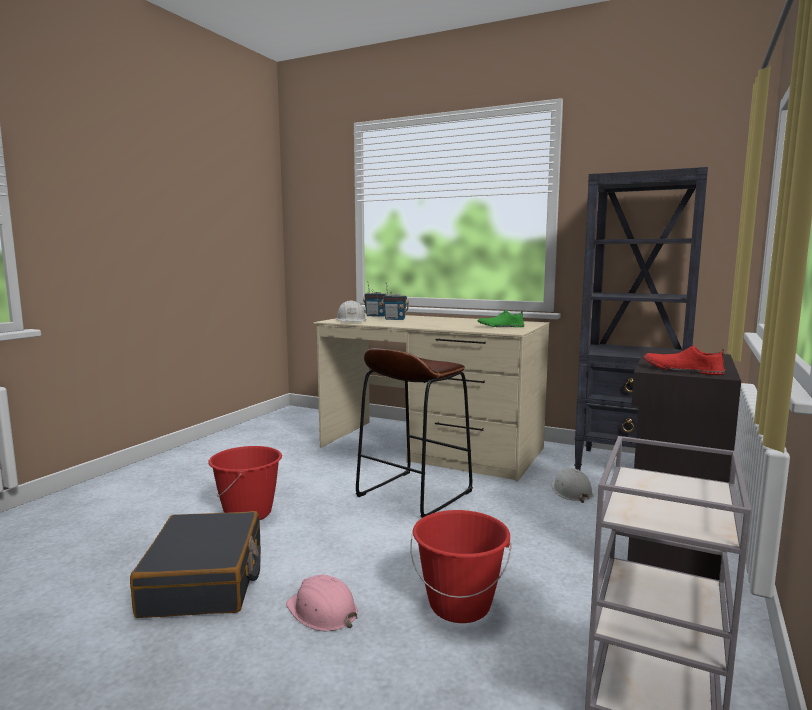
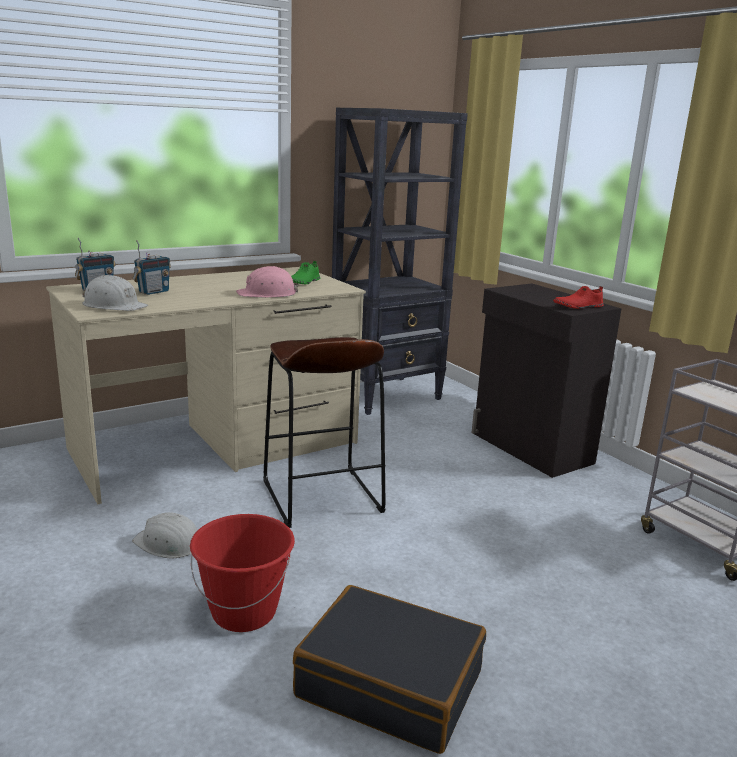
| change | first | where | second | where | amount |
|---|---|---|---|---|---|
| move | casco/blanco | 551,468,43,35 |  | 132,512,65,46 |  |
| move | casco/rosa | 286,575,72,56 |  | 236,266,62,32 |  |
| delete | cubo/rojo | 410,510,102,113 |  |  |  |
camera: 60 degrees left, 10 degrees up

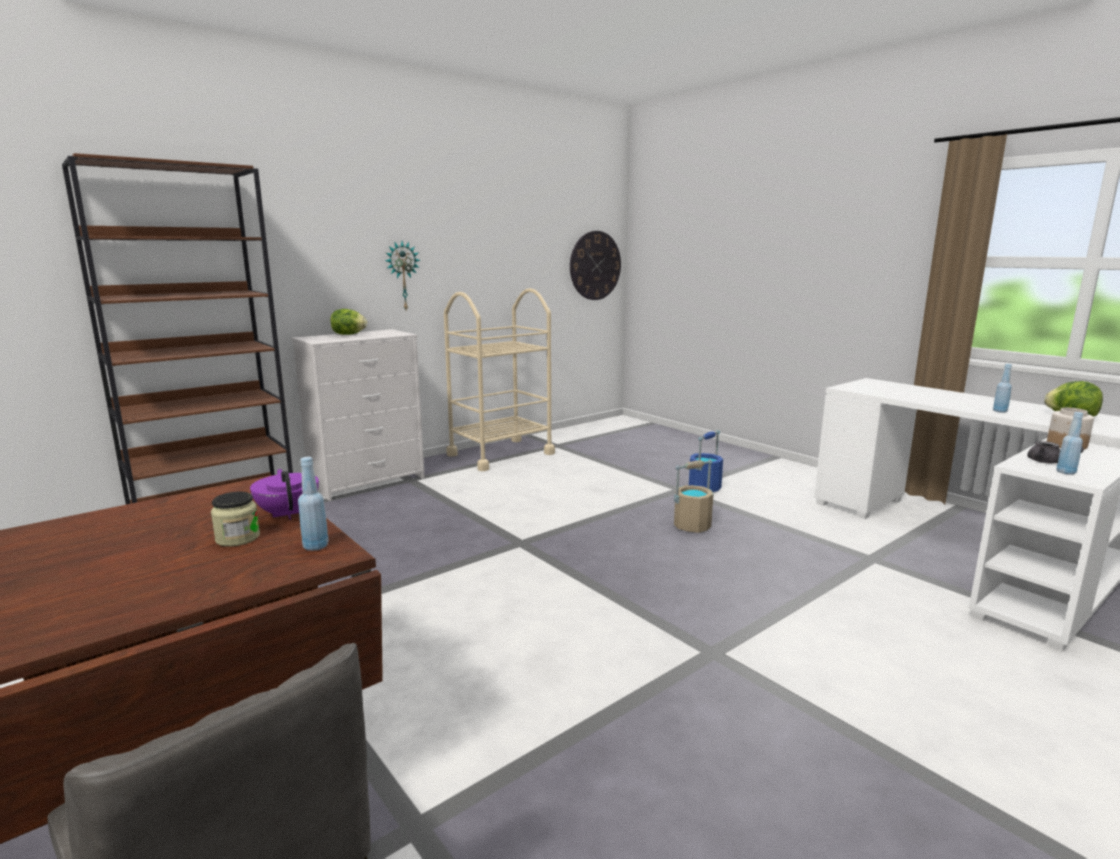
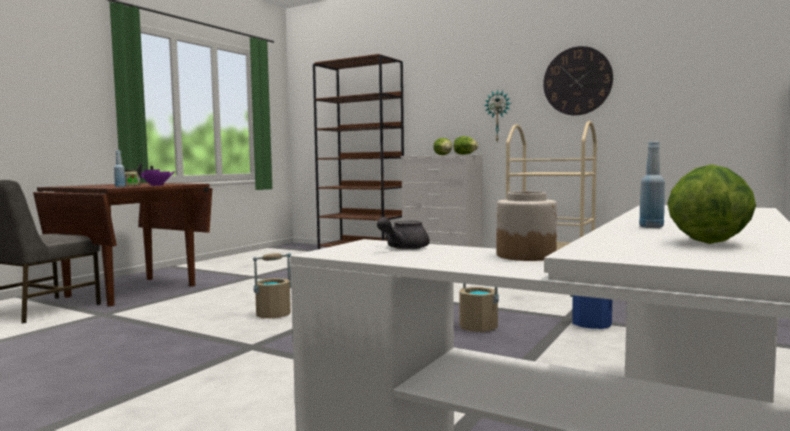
| change | first | where | second | where | amount |
|---|---|---|---|---|---|
| insert |  |  | cubo/beis | 253,253,38,65 |  |
| insert |  |  | lechuga | 454,136,24,19 |  |
| move | reloj de pared | 570,231,51,69 |  | 543,46,70,69 |  |
| delete | botella/azul | 1056,412,27,63 |  |  |  |
camera: 70 degrees right, 10 degrees down

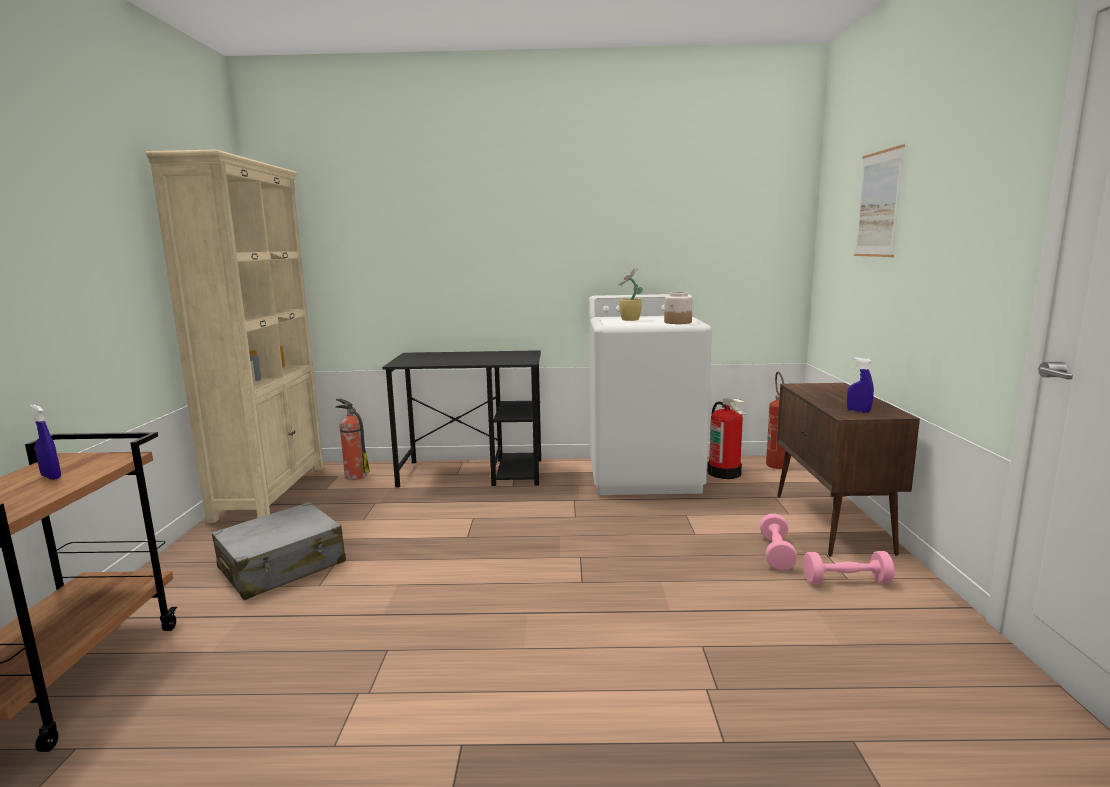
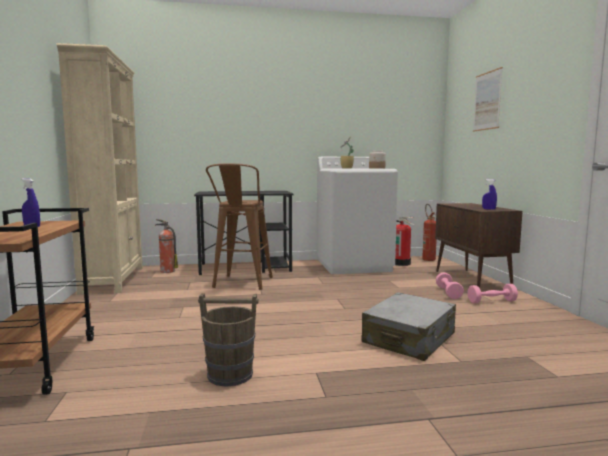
| change | first | where | second | where | amount |
|---|---|---|---|---|---|
| insert |  |  | cubo/marrón | 198,293,61,94 |  |
| insert |  |  | taburete/marrón | 206,163,67,127 |  |
| move | maleta/gris | 212,502,134,98 |  | 361,292,95,69 |  |
camera: 10 degrees left, 5 degrees down

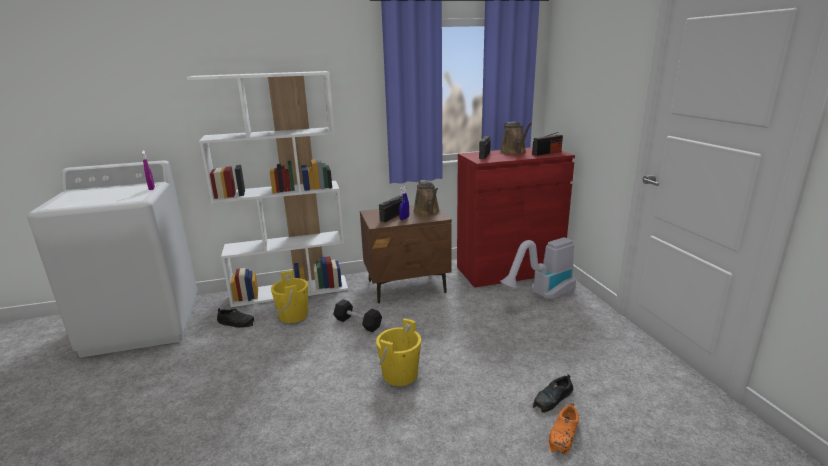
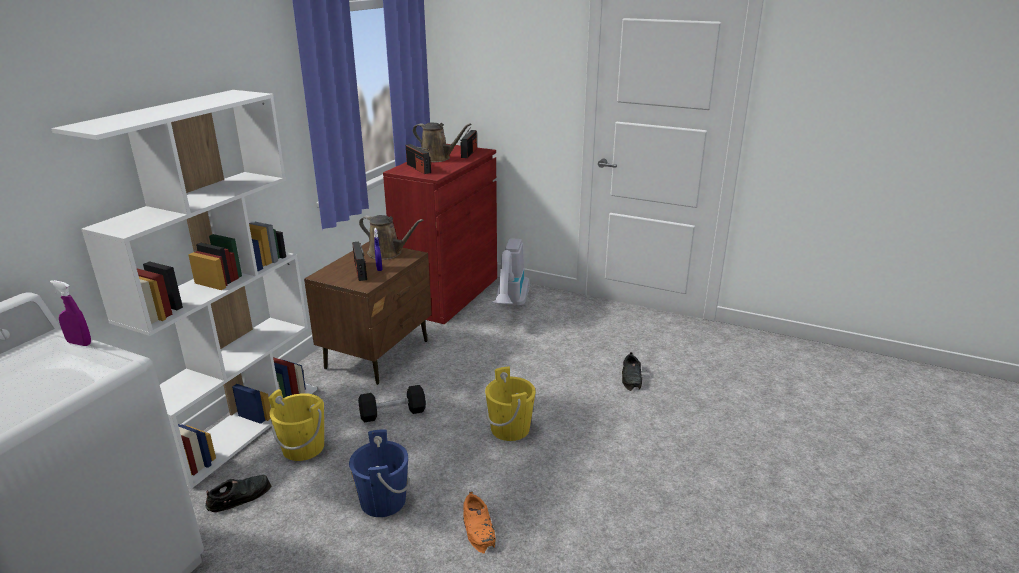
| change | first | where | second | where | amount |
|---|---|---|---|---|---|
| insert |  |  | cubo/azul | 349,429,61,88 |  |
| move | zapato/naranja | 548,403,31,52 |  | 463,491,33,62 |  |
camera: 50 degrees left, 5 degrees up

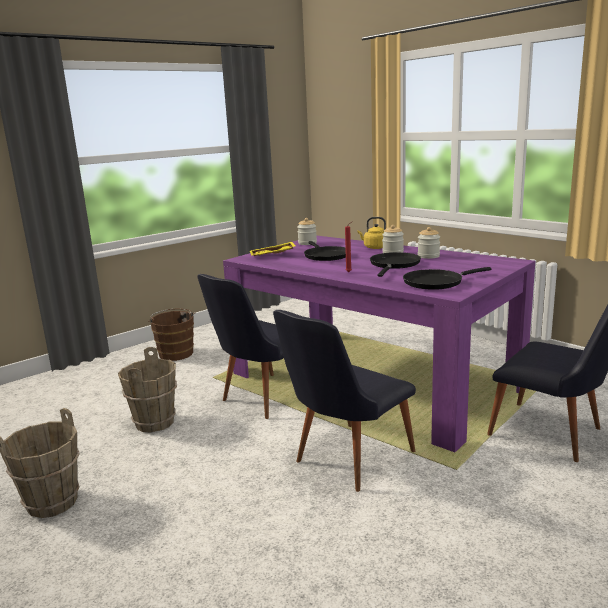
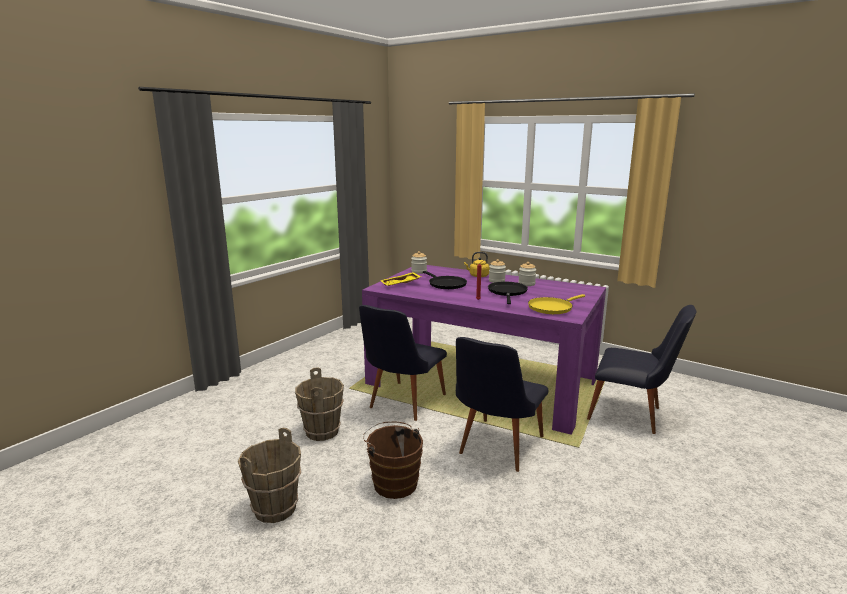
| change | first | where | second | where | amount |
|---|---|---|---|---|---|
| move | cubo/marrón | 149,309,46,52 |  | 363,421,60,78 |  |
| recolor | sartén/negro | 403,267,88,23 | sartén/amarillo | 528,294,57,20 |  |
camera: 15 degrees left, 0 degrees up

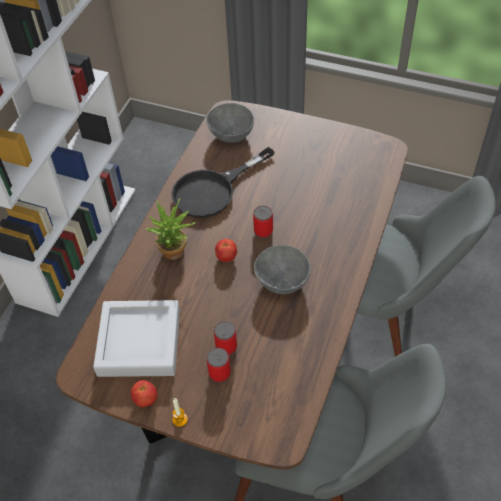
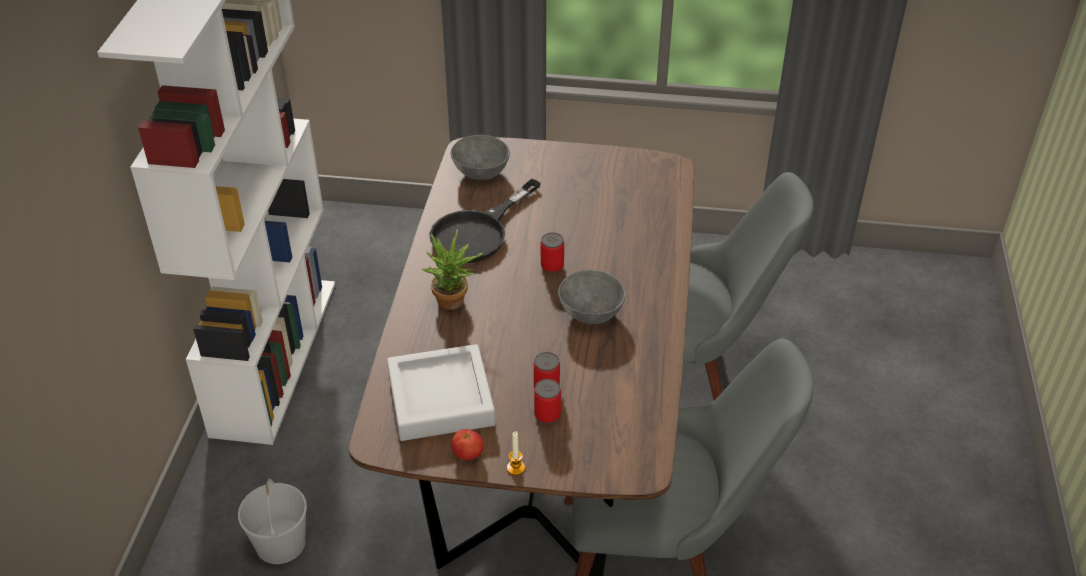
| change | first | where | second | where | amount |
|---|---|---|---|---|---|
| insert |  |  | cubo/blanco | 238,478,69,86 |  |
| delete | tomate | 215,239,22,23 |  |  |  |
camera: 15 degrees left, 10 degrees down

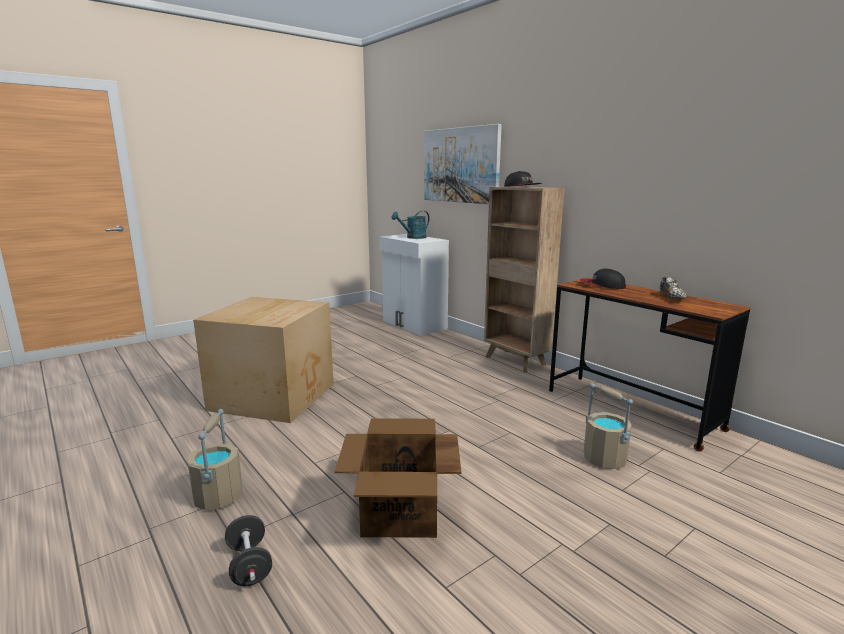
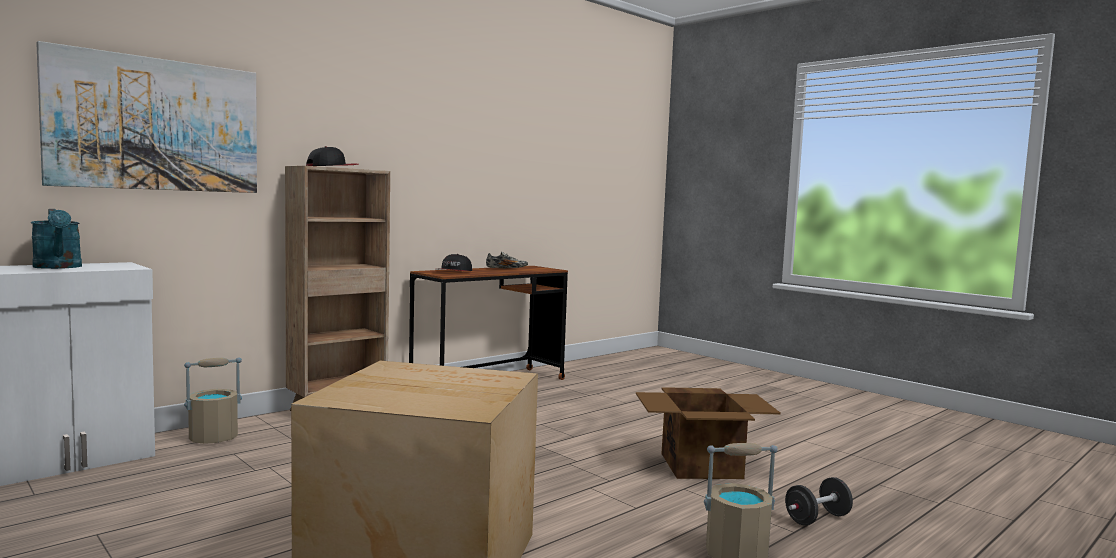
| change | first | where | second | where | amount |
|---|---|---|---|---|---|
| move | cubo/beis | 584,383,49,86 |  | 184,357,58,87 |  |
camera: 95 degrees left, 10 degrees down

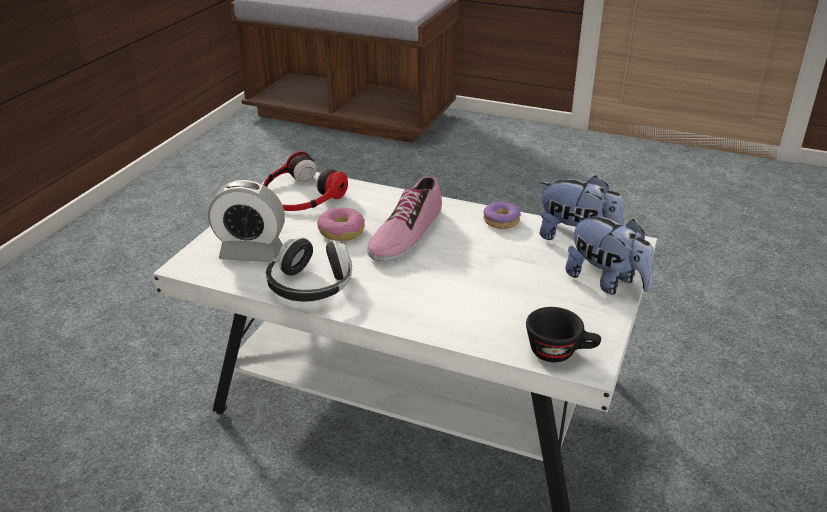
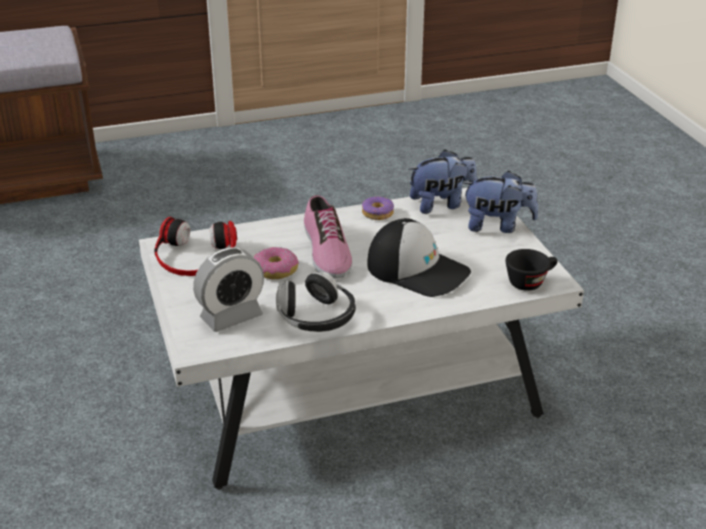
| change | first | where | second | where | amount |
|---|---|---|---|---|---|
| insert |  |  | gorra | 367,218,104,79 |  |
camera: 40 degrees left, 0 degrees up

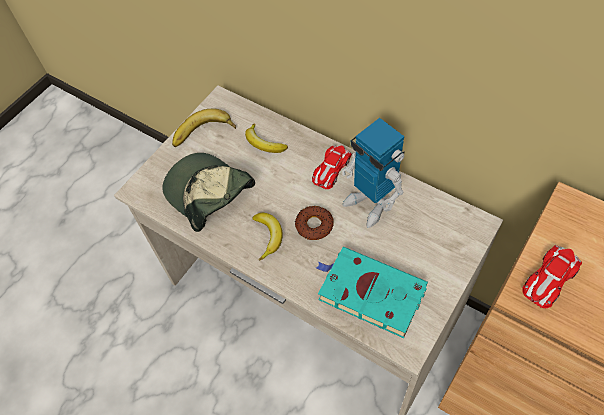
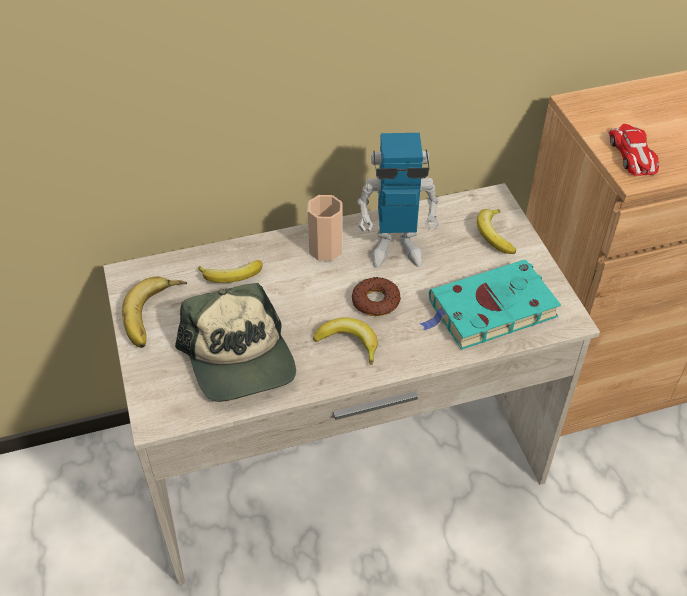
| change | first | where | second | where | amount |
|---|---|---|---|---|---|
| rotate | gorra | 162,153,93,79 |  | 175,283,121,119 | 105 degrees counterclockwise |
| replace | coche de juguete | 312,145,40,44 | taza | 307,195,35,66 |  |
| insert |  |  | plátano | 477,209,39,45 |  |
camera: 55 degrees left, 10 degrees down

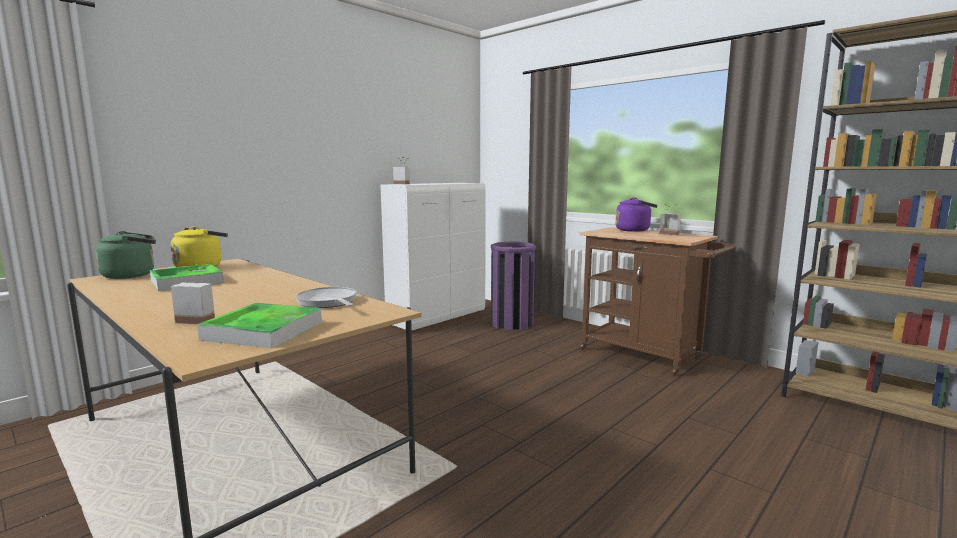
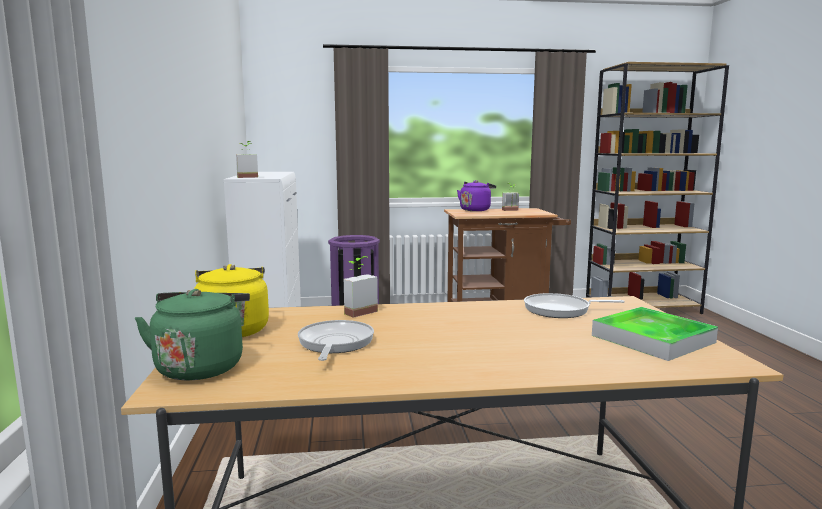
| change | first | where | second | where | amount |
|---|---|---|---|---|---|
| replace | bandeja | 150,264,74,27 | sartén | 298,320,76,41 |  |
| move | planta en maceta | 171,263,44,61 |  | 344,256,34,62 |  |
camera: 50 degrees left, 0 degrees up

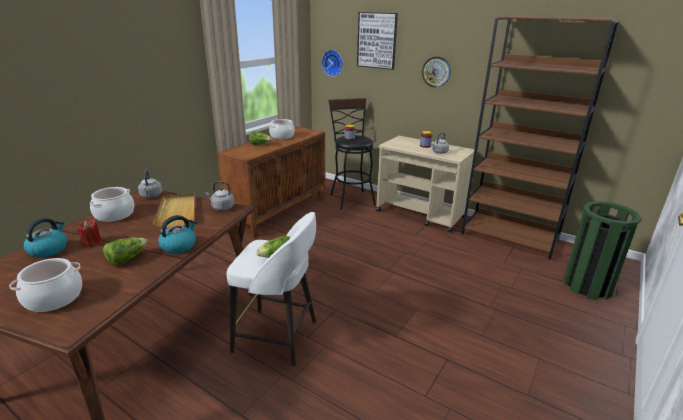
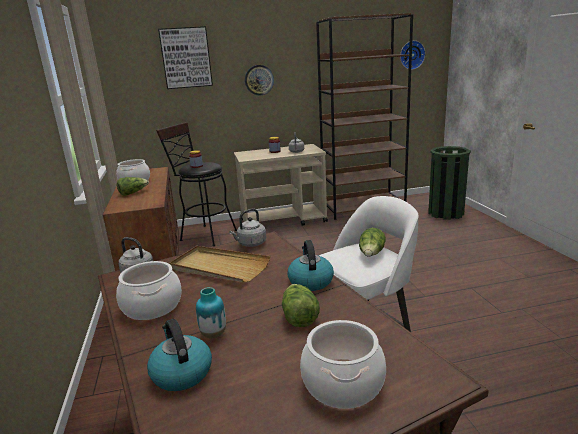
| change | first | where | second | where | amount |
|---|---|---|---|---|---|
| replace | vela/rojo | 77,219,25,28 | florero | 196,287,30,52 |  |
| move | reloj de pared | 322,50,21,27 |  | 400,40,25,30 |  |
camera: 45 degrees left, 5 degrees down

